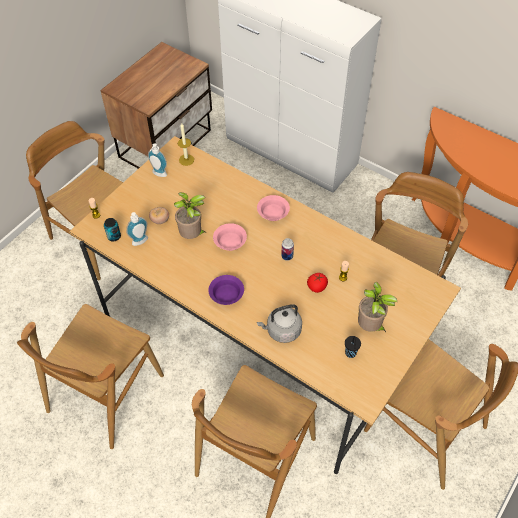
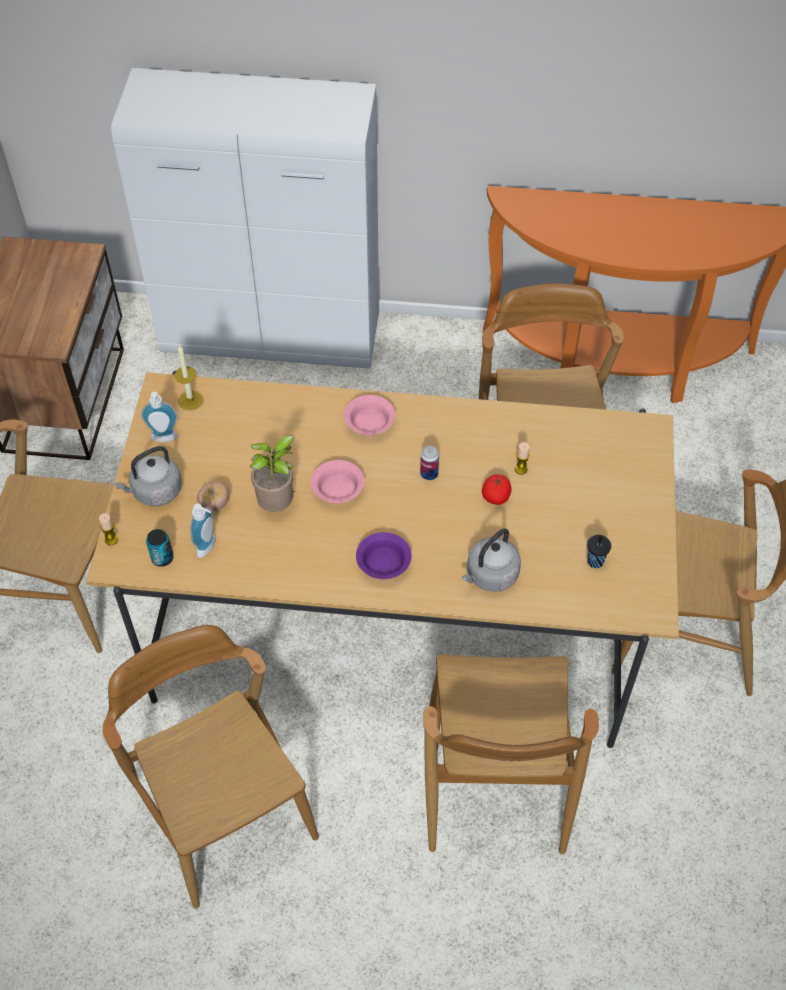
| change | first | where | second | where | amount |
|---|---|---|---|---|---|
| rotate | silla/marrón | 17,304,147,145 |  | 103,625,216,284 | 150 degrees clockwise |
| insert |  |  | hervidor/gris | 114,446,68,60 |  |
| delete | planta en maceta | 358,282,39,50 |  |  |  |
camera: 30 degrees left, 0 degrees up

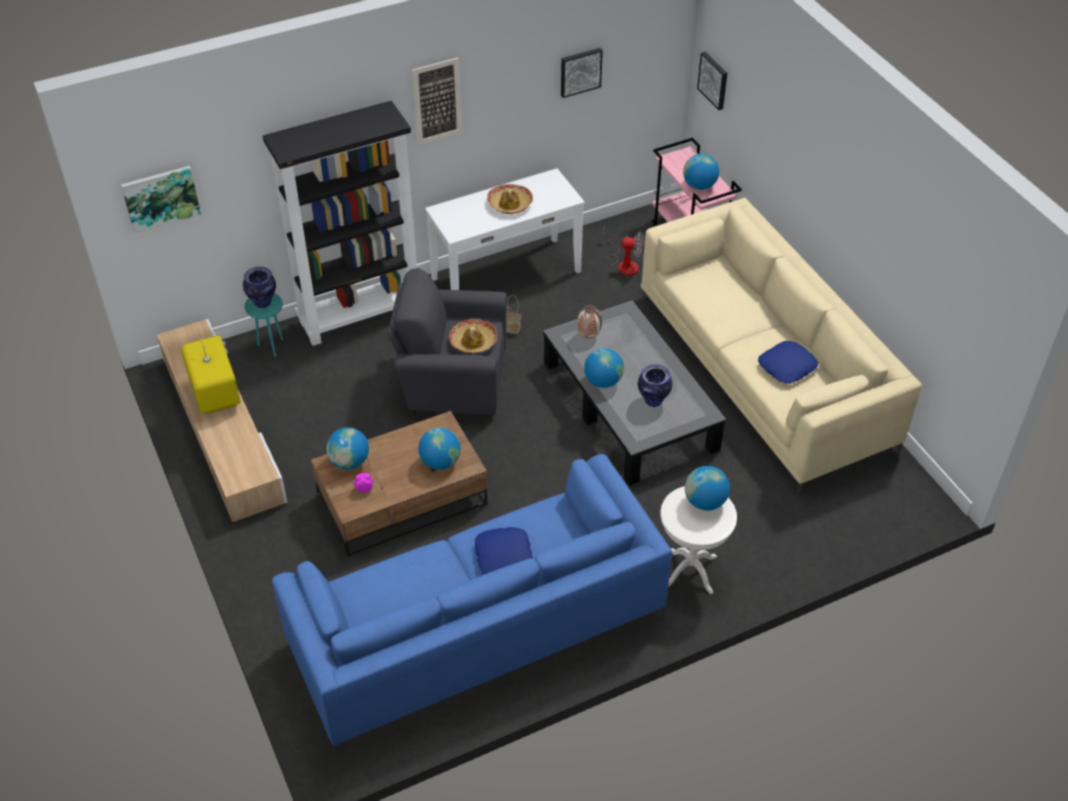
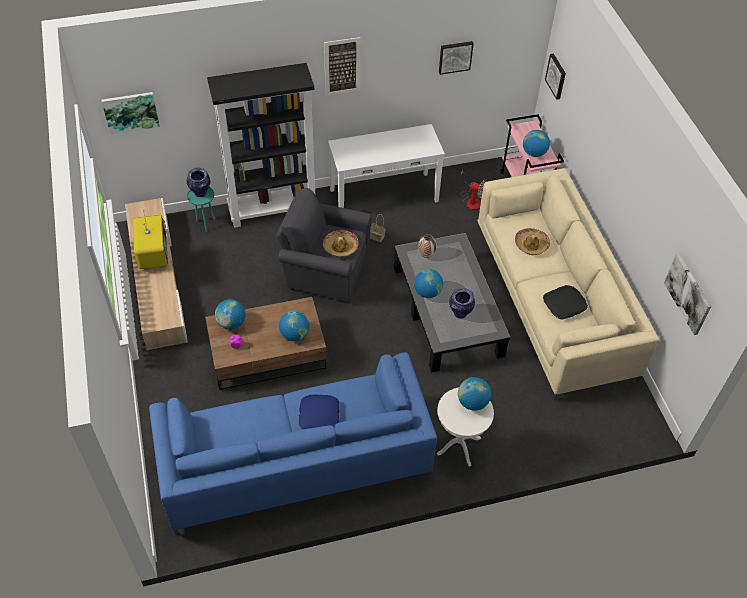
| change | first | where | second | where | amount |
|---|---|---|---|---|---|
| move | sombrero | 487,184,46,30 |  | 515,228,35,27 |  |
| recolor | cojín/azul | 758,341,60,43 | cojín/negro | 543,285,45,35 |  |
| insert |  |  | cuadro | 664,254,48,81 |  |
camera: 10 degrees right, 5 degrees up

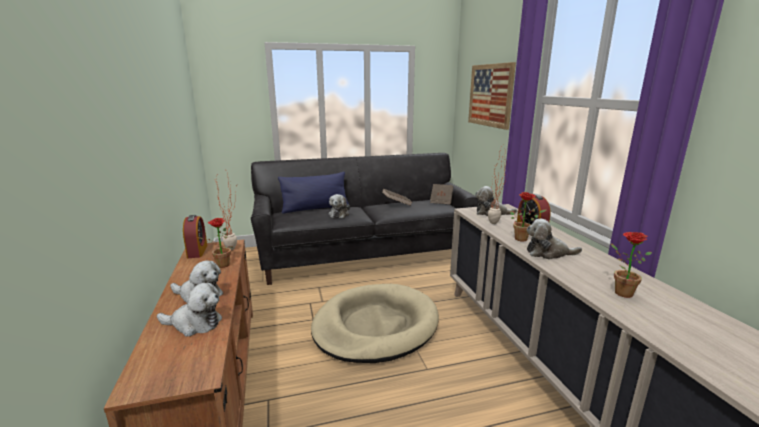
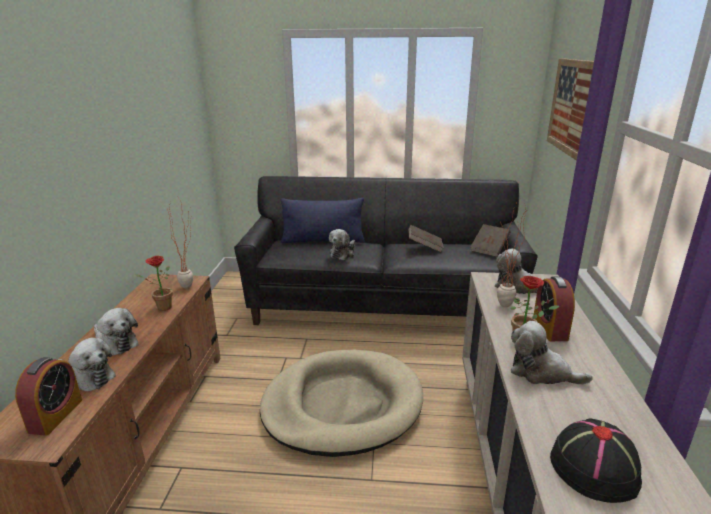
| change | first | where | second | where | amount |
|---|---|---|---|---|---|
| move | despertador | 183,215,24,43 |  | 15,357,67,79 |  |
| replace | planta en maceta | 611,232,41,66 | sombrero/negro | 550,419,92,84 |  |
camera: 20 degrees right, 5 degrees up

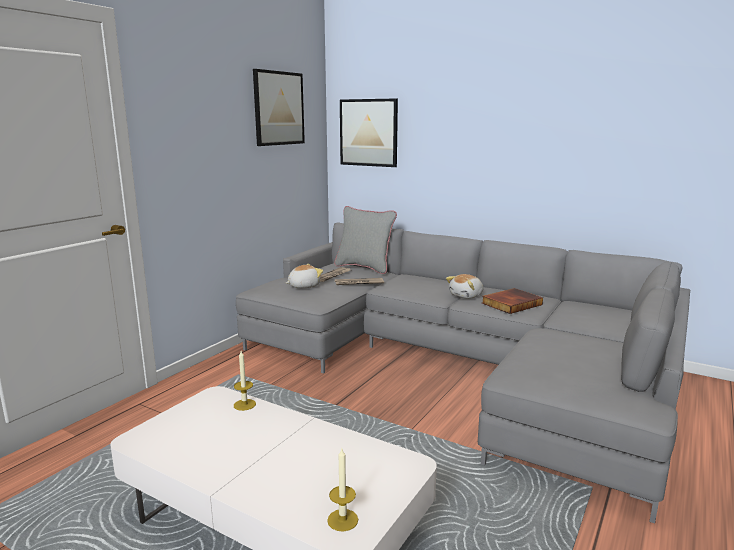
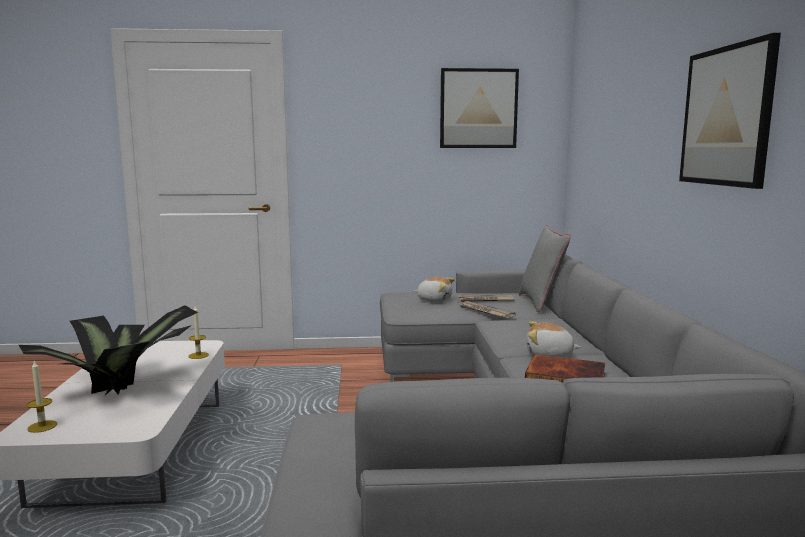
| change | first | where | second | where | amount |
|---|---|---|---|---|---|
| insert |  |  | planta en maceta | 19,305,179,90 |  |
| move | cuadro | 340,98,58,69 |  | 679,33,102,156 |  |
camera: 55 degrees right, 5 degrees down

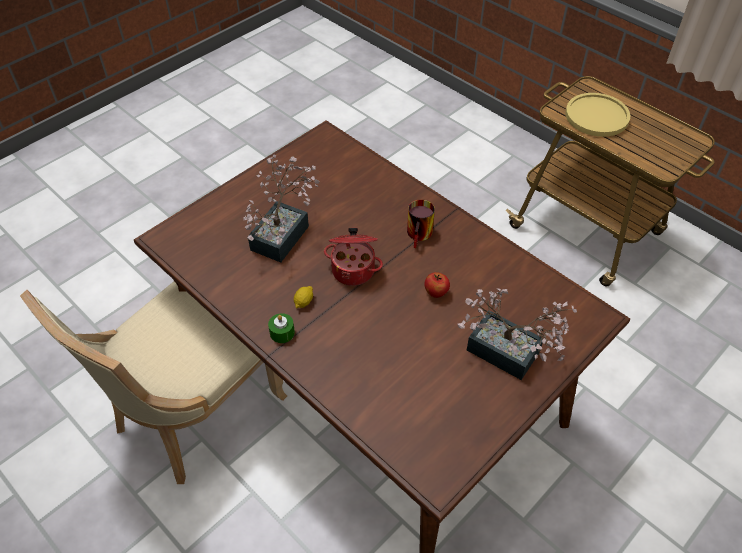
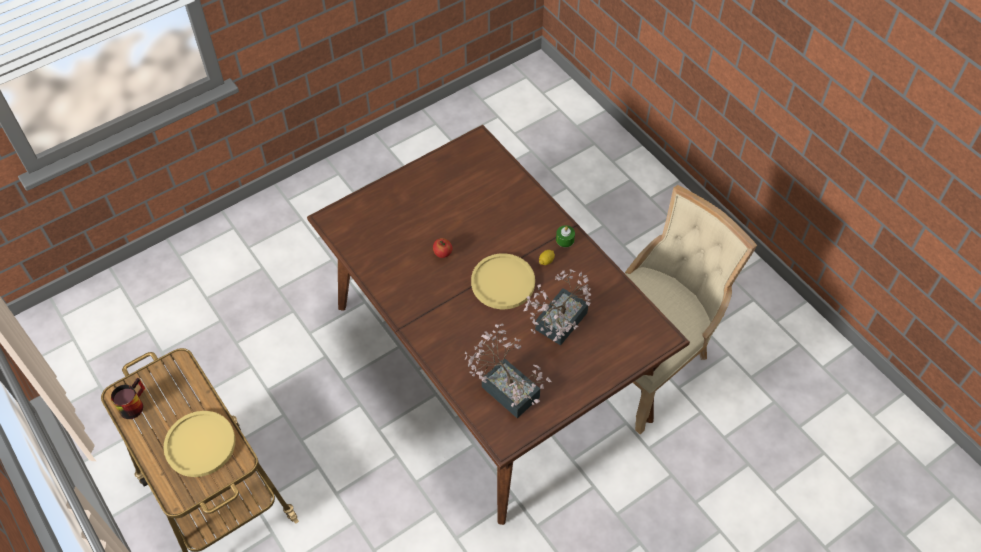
| change | first | where | second | where | amount |
|---|---|---|---|---|---|
| move | taza grande | 407,199,28,49 |  | 111,378,34,41 |  |
| move | planta en maceta | 457,288,120,92 |  | 464,324,88,94 |  |
| replace | olla | 324,228,59,58 | plato/amarillo | 471,253,64,56 |  |
camera: 170 degrees left, 5 degrees up

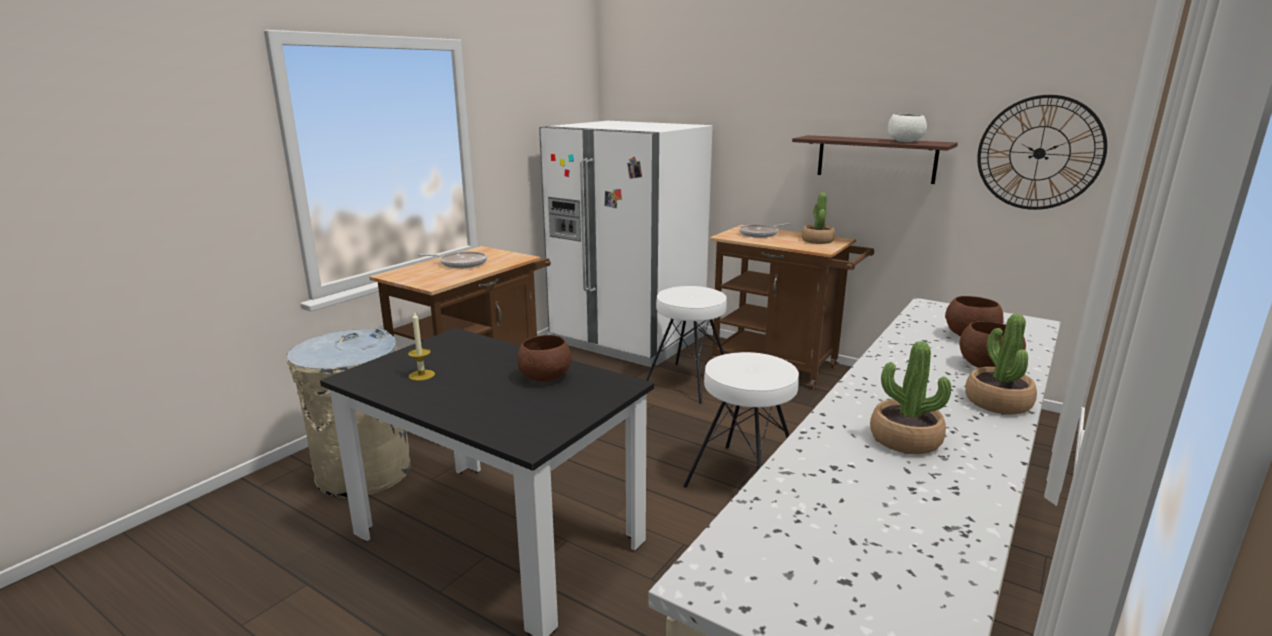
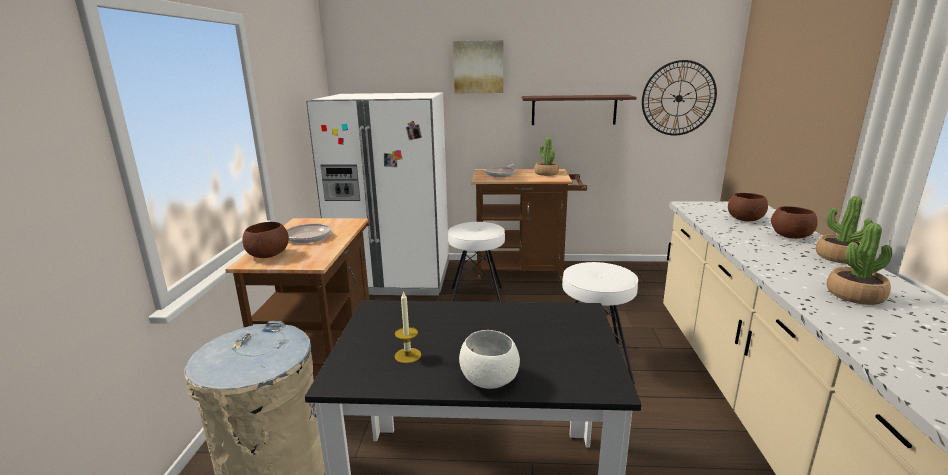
| change | first | where | second | where | amount |
|---|---|---|---|---|---|
| move | cuenco/marrón | 517,335,55,47 |  | 242,222,47,36 |  |
| insert |  |  | cuadro | 453,40,50,53 |  |
| move | cuenco/blanco | 888,114,39,28 |  | 459,330,61,59 |  |
camera: 30 degrees left, 0 degrees up

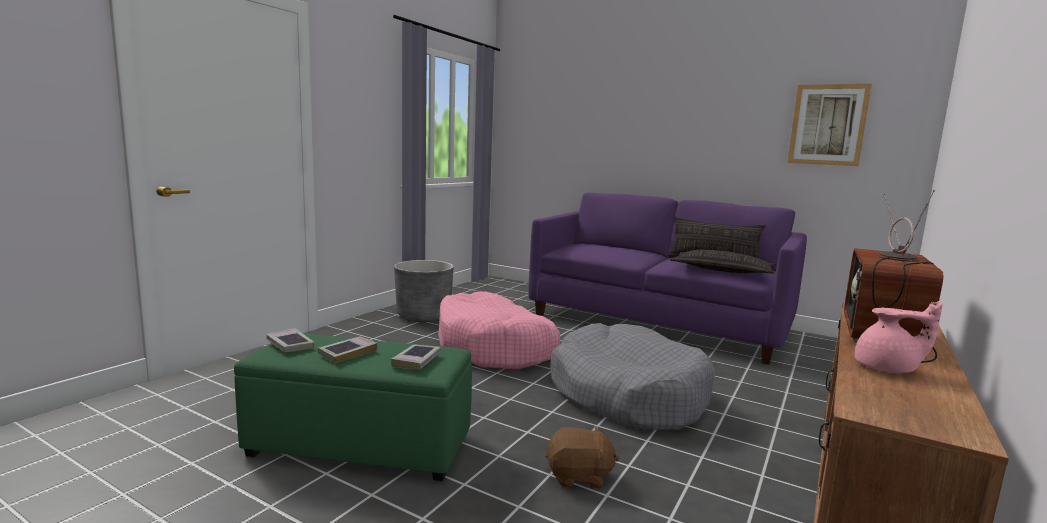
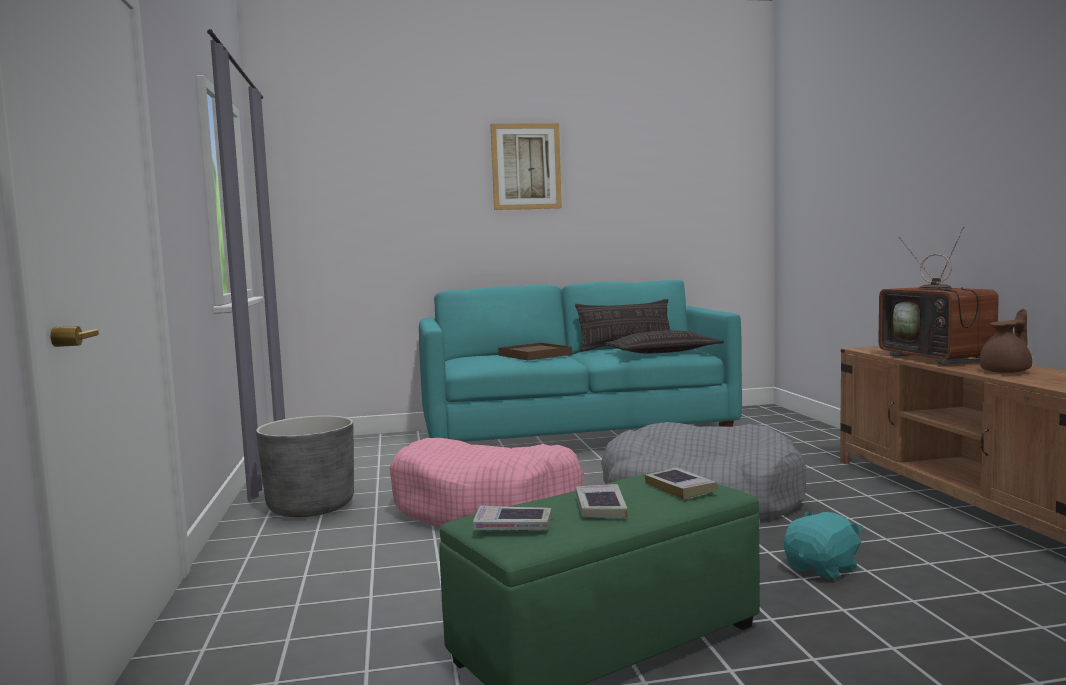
| change | first | where | second | where | amount |
|---|---|---|---|---|---|
| recolor | sofá/morado | 528,193,279,172 | sofá/turquesa | 419,280,323,162 |  |
| move | cuadro | 787,84,85,82 |  | 491,123,71,87 |  |
| insert |  |  | bandeja/marrón | 498,343,74,17 |  |
| recolor | peluche/marrón | 545,426,74,63 | peluche/turquesa | 784,511,80,70 |  |
| recolor | tetera/rosa | 855,301,88,72 | tetera/marrón | 979,309,53,64 |  |
camera: 40 degrees left, 5 degrees down

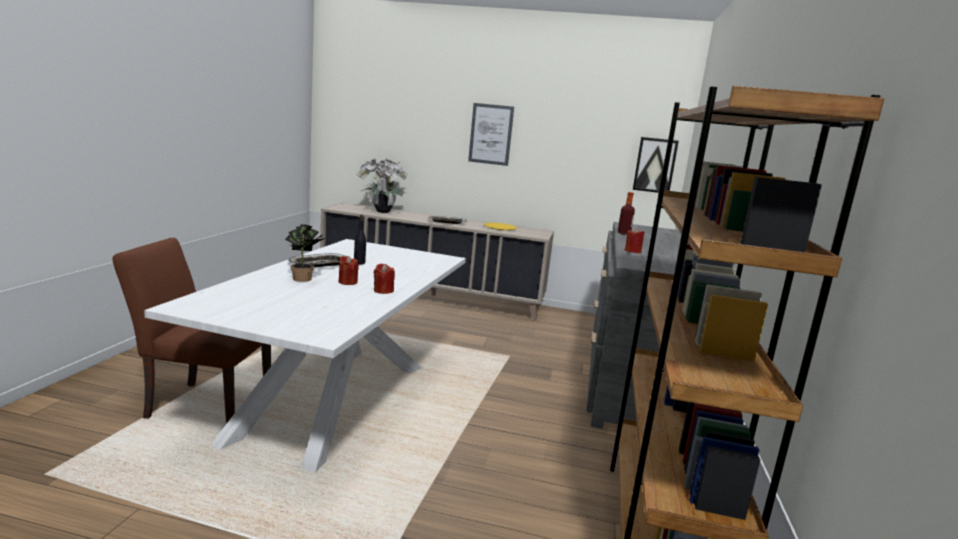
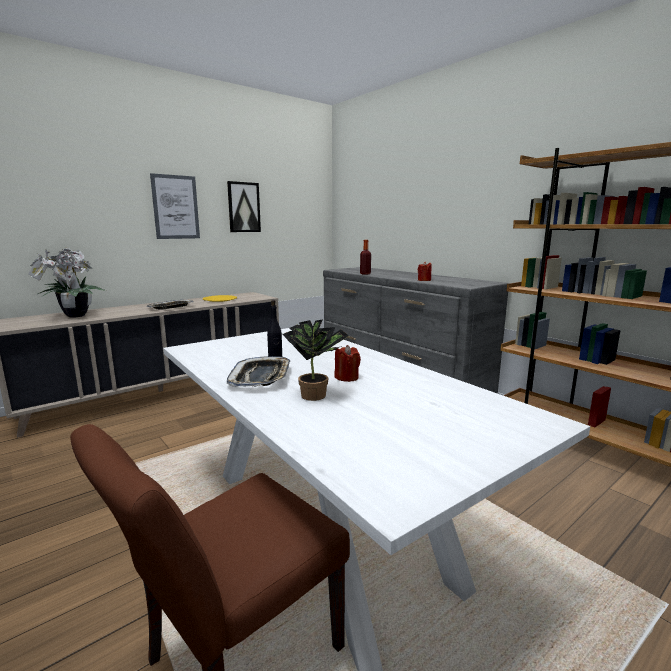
| change | first | where | second | where | amount |
|---|---|---|---|---|---|
| move | cuadro | 633,137,46,56 |  | 227,181,34,51 |  |
| delete | vela/rojo | 374,264,21,30 |  |  |  |
camera: 50 degrees left, 0 degrees up

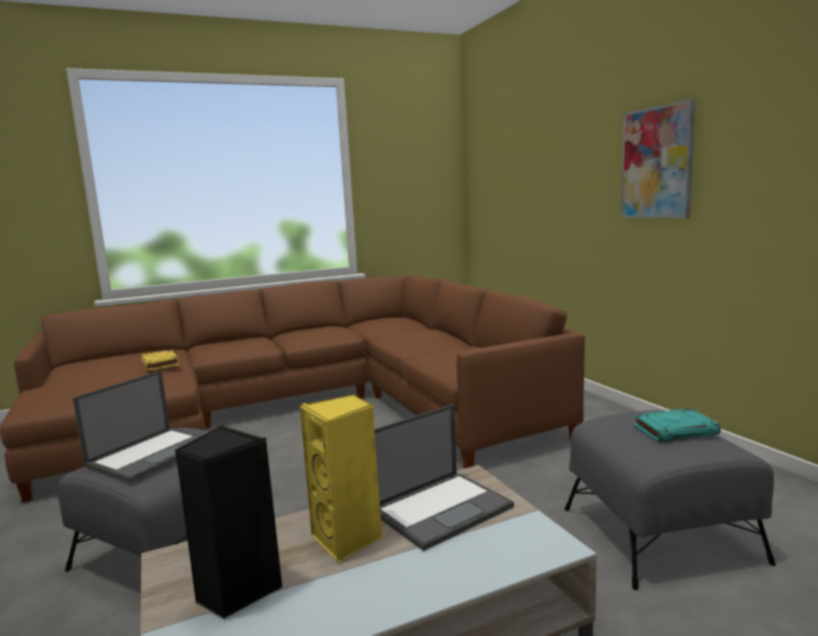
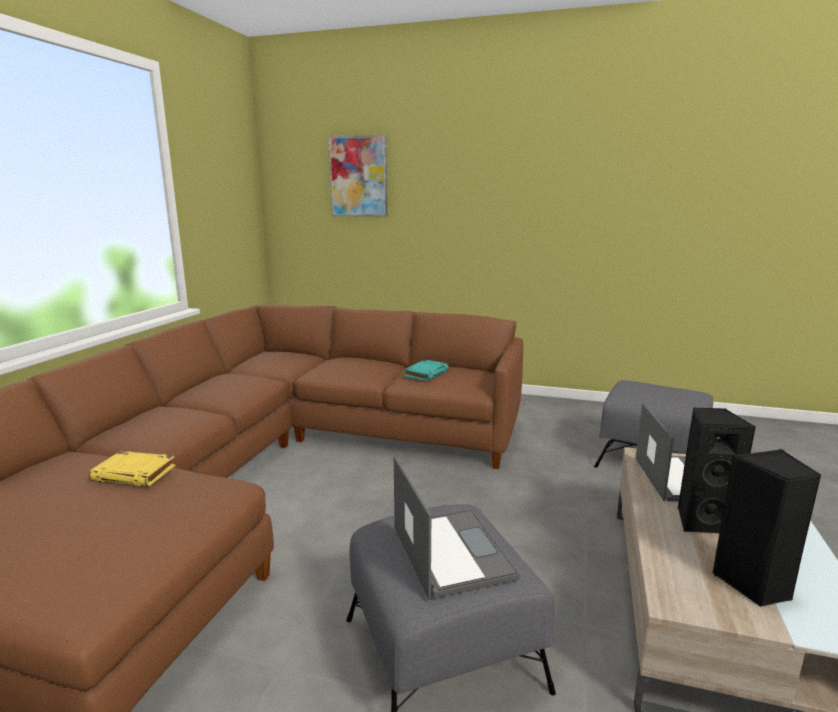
| change | first | where | second | where | amount |
|---|---|---|---|---|---|
| move | cuadro | 621,99,74,120 |  | 328,135,60,82 |  |
| move | libro/turquesa | 633,408,88,34 |  | 404,360,45,21 |  |
| recolor | altavoz/amarillo | 300,394,82,169 | altavoz/negro | 678,407,78,126 |  |
camera: 50 degrees left, 5 degrees up

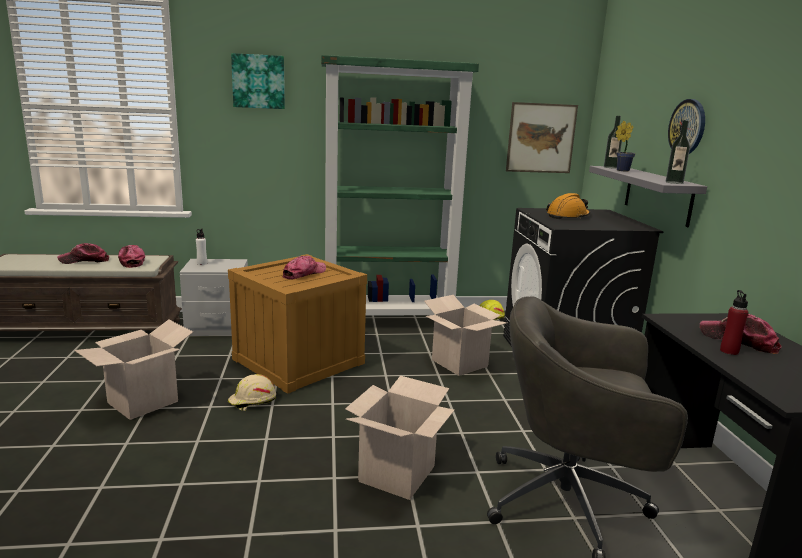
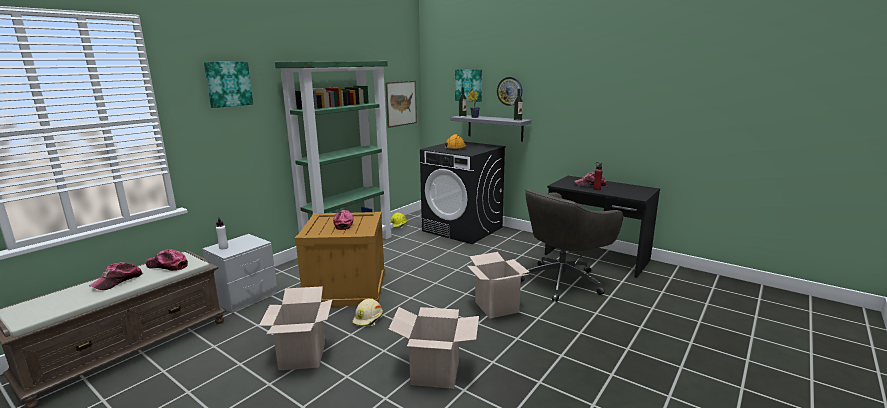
| change | first | where | second | where | amount |
|---|---|---|---|---|---|
| move | caja de cartón | 424,295,83,81 |  | 389,307,90,82 |  |
| insert |  |  | cuadro | 455,69,27,33 |  |
camera: 45 degrees left, 0 degrees up

